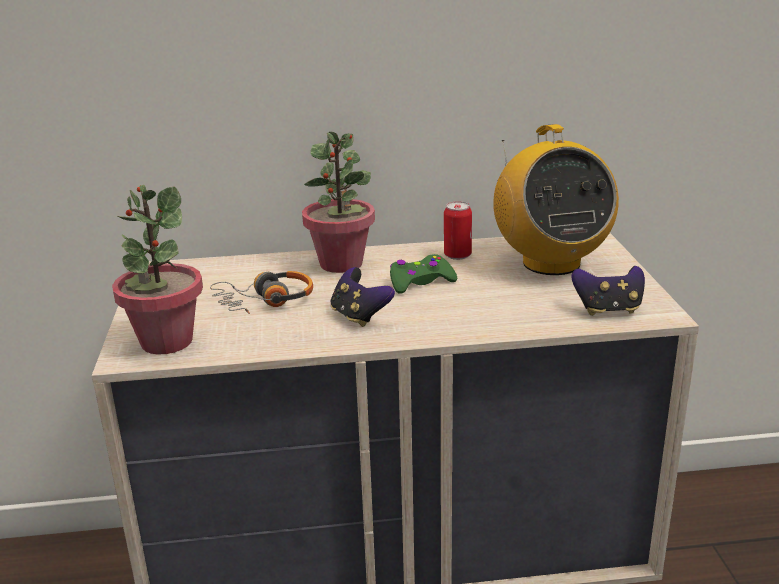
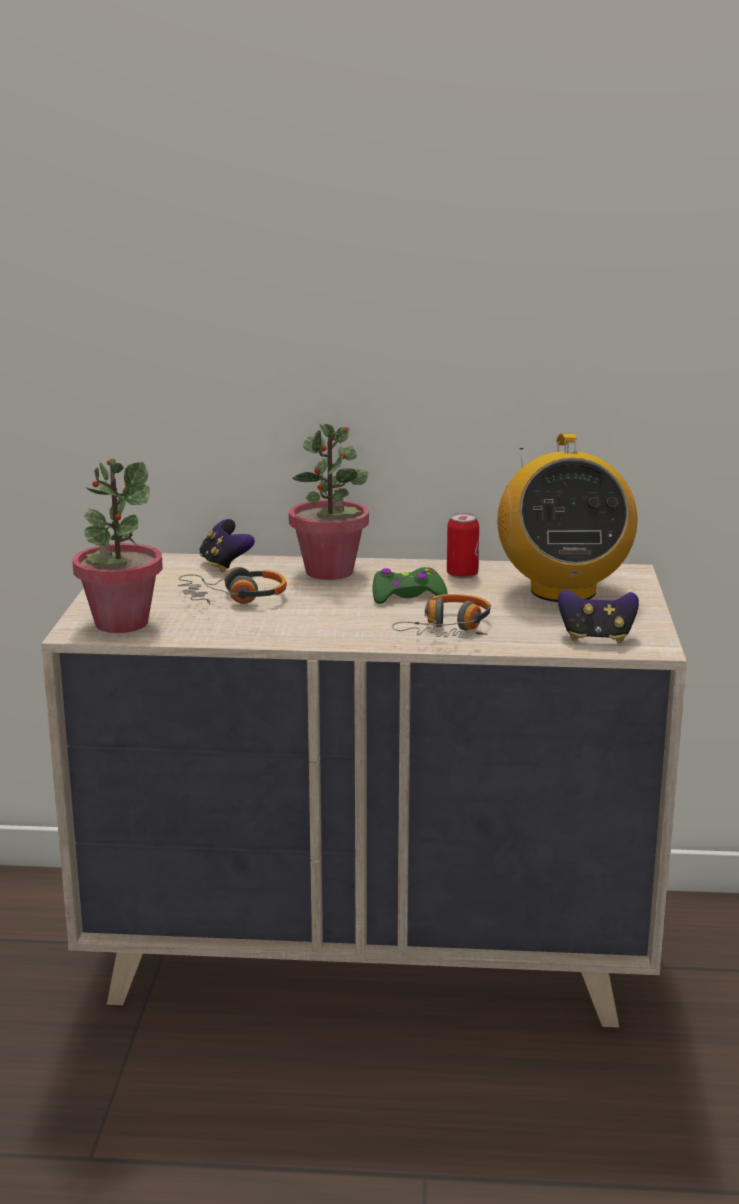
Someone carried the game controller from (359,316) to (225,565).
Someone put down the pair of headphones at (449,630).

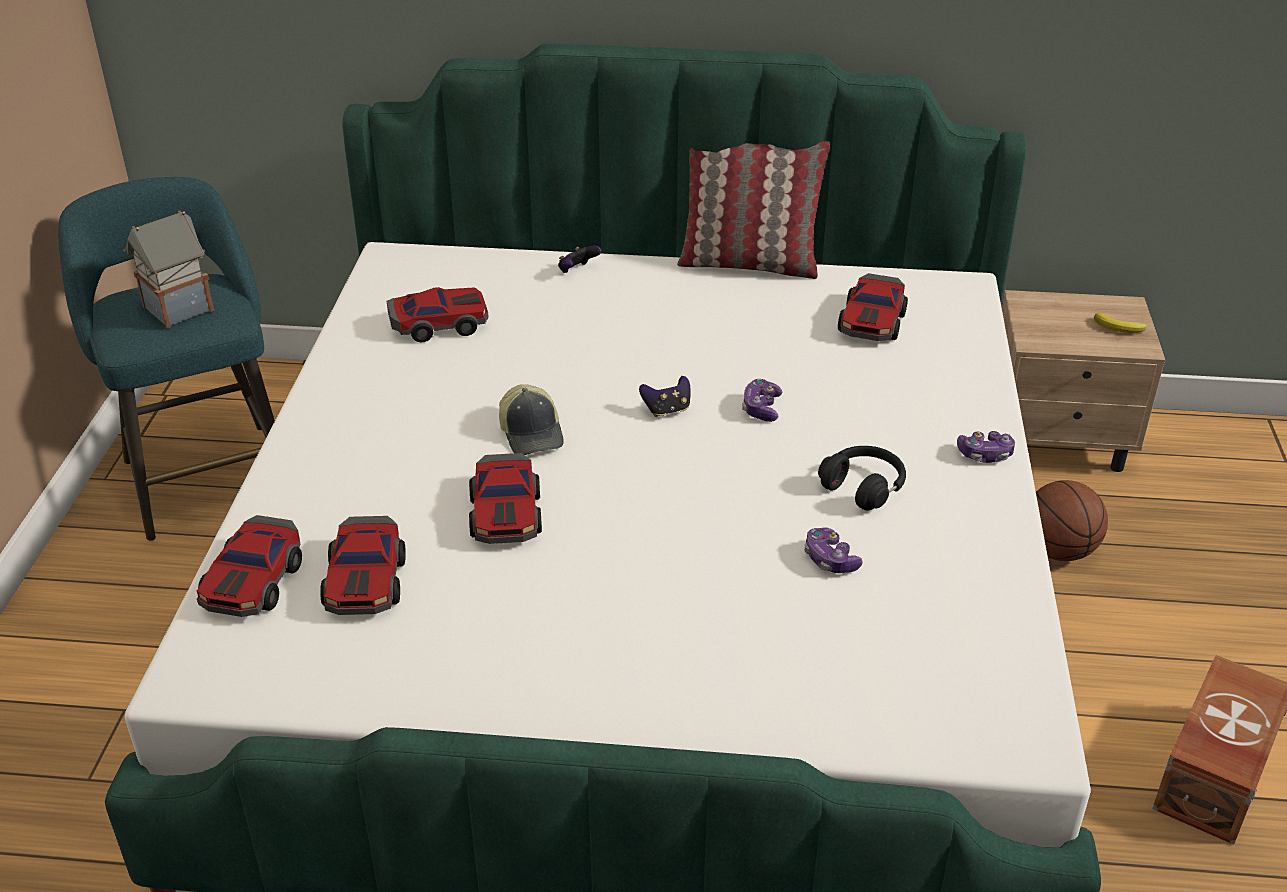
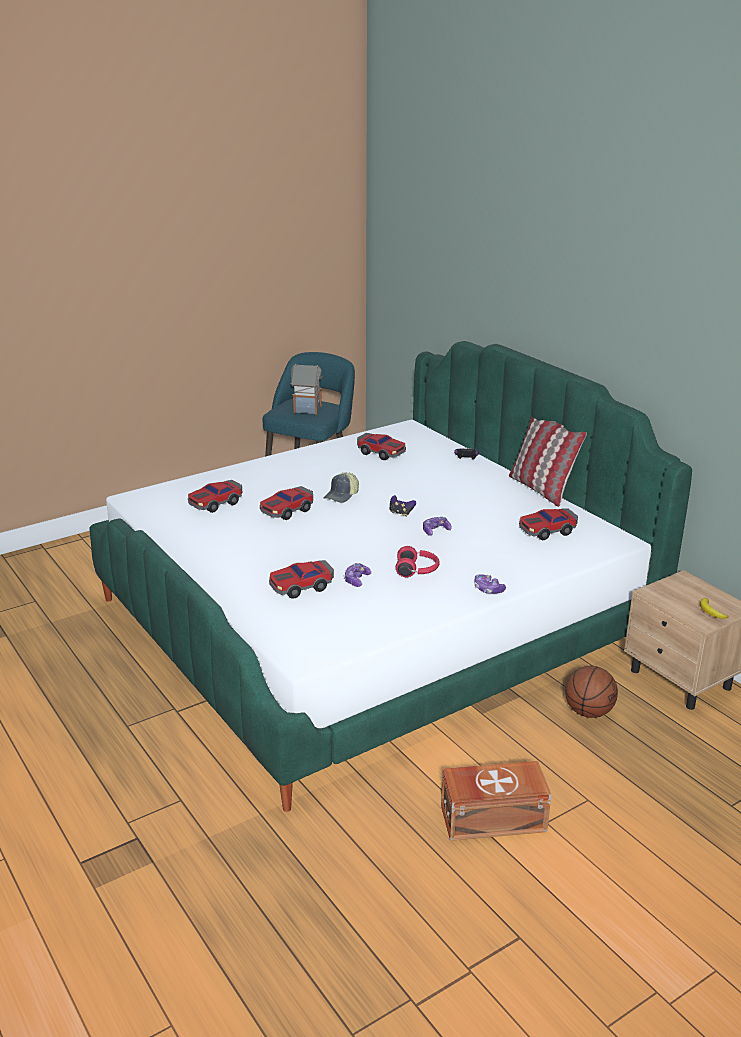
Someone carried the toy car from (254,582) to (301,586).
Someone repainted the black-coloured pair of headphones at (864,487), which became the red pair of headphones at (417,570).

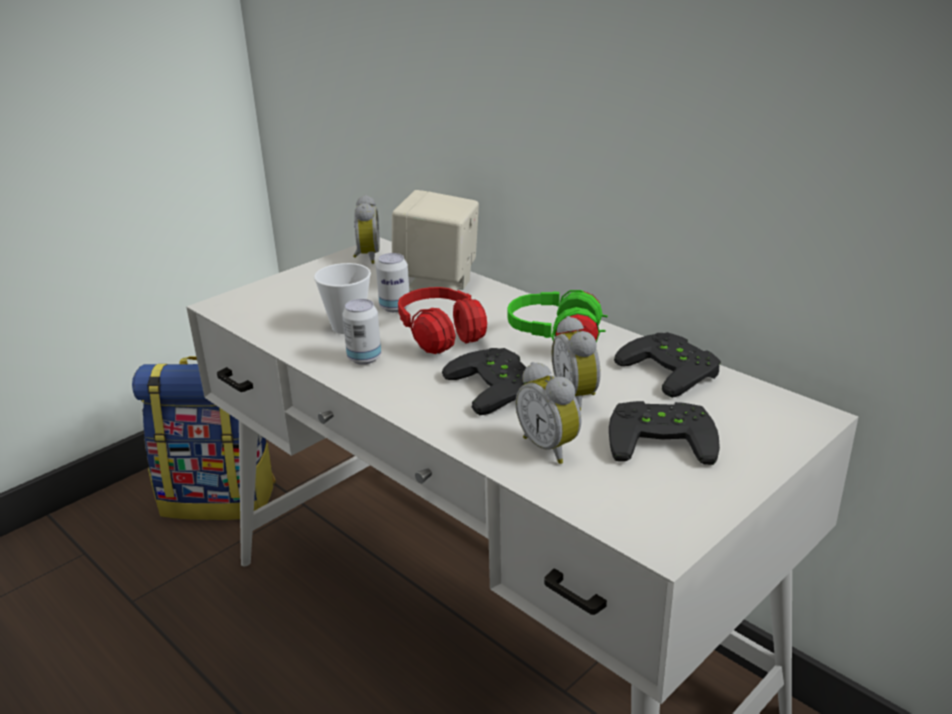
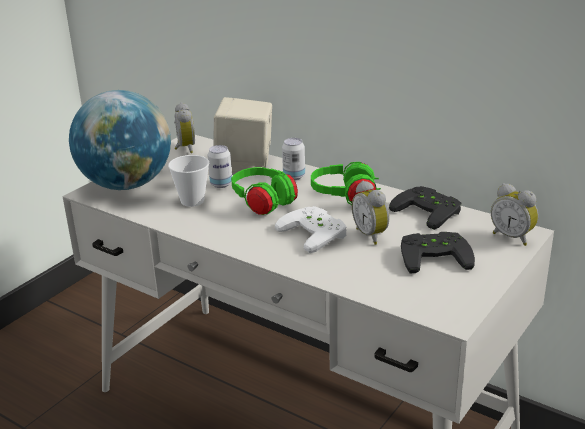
Someone took away the rucksack at (220,498).
Someone carried the sealed can from (364,358) to (294,176).
Someone repainted the red pair of headphones at (441,339), which became the greenish pair of headphones at (264,204).
Someone repainted the black-coloured game controller at (499,386), which became the white-coloured game controller at (316,233).
Someone carried the table clock from (550,447) to (513,237).
Someone put down the globe at (127,184).

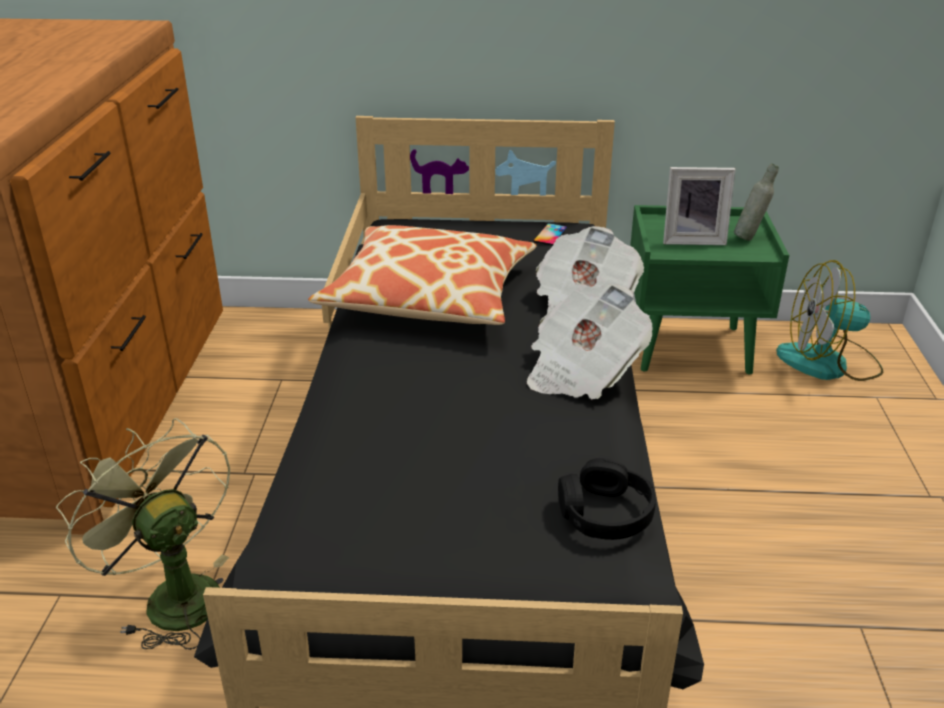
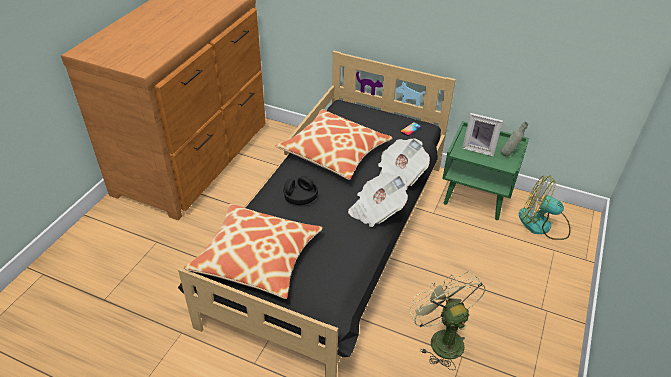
Someone carried the greenish cooling fan from (172,595) to (441,338).
Someone carried the black-coloured pair of headphones from (604,513) to (300,195).
Someone put down the throw pillow at (257,257).

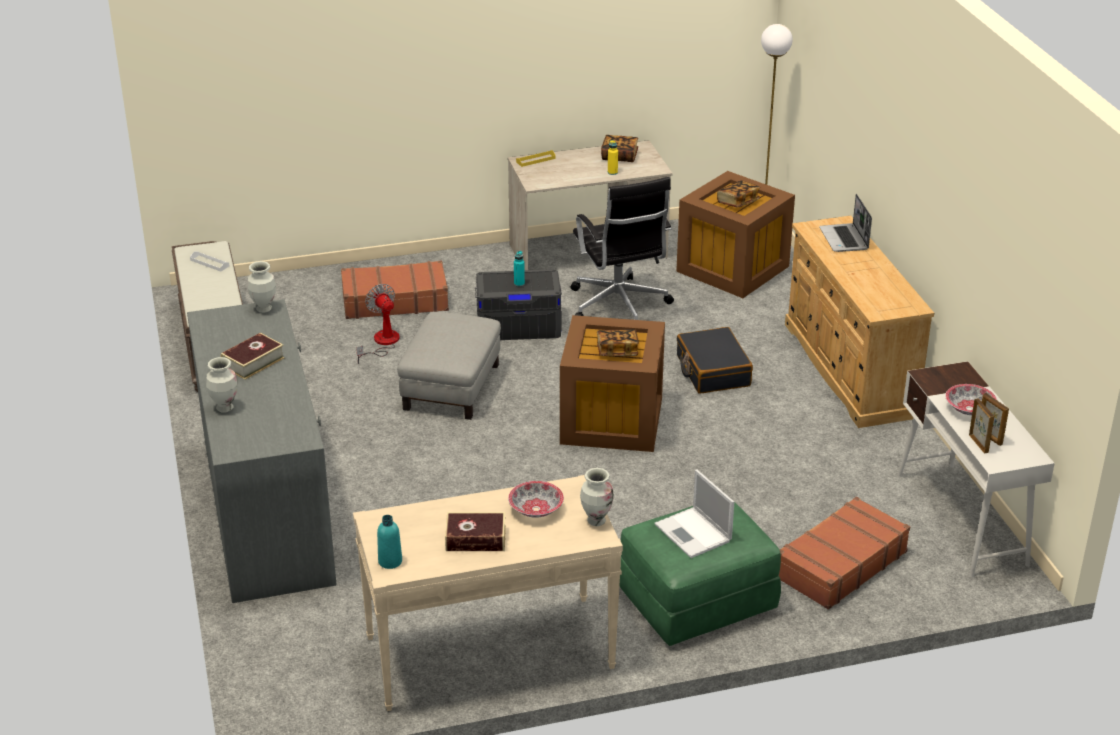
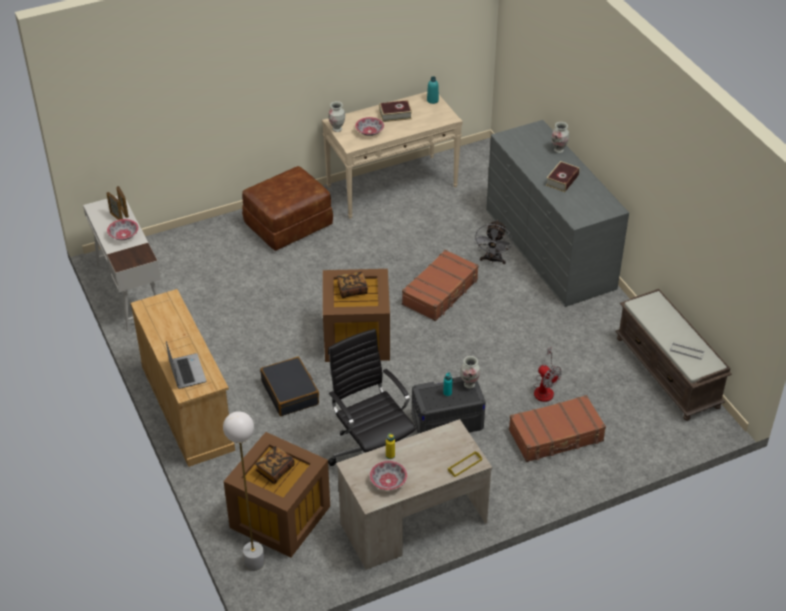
Someone carried the flower vase from (264,309) to (469,385).
Someone took away the grey ottoman at (451,386).
Someone swapped the book at (619,156) for the serving bowl at (388,481).
Someone repainted the greenish ottoman at (697,599), which became the brown-coloured ottoman at (288,225).
Someone took away the notebook computer at (694,533).
Someone carried the brown-coloured suitcase from (839,564) to (440,292).
Someone put down the grey cooling fan at (492,260).

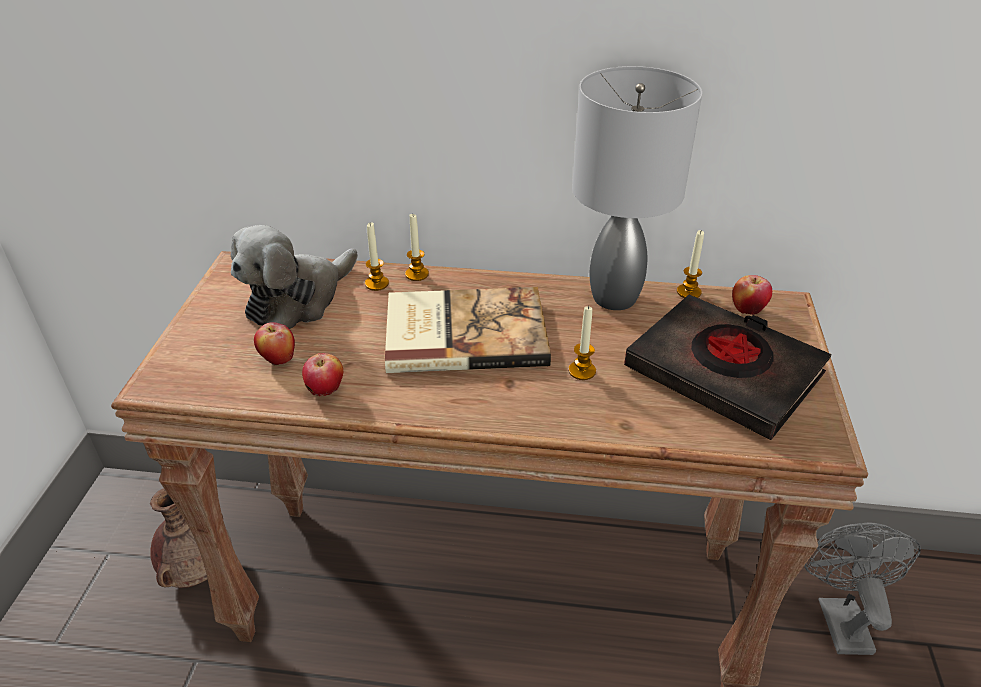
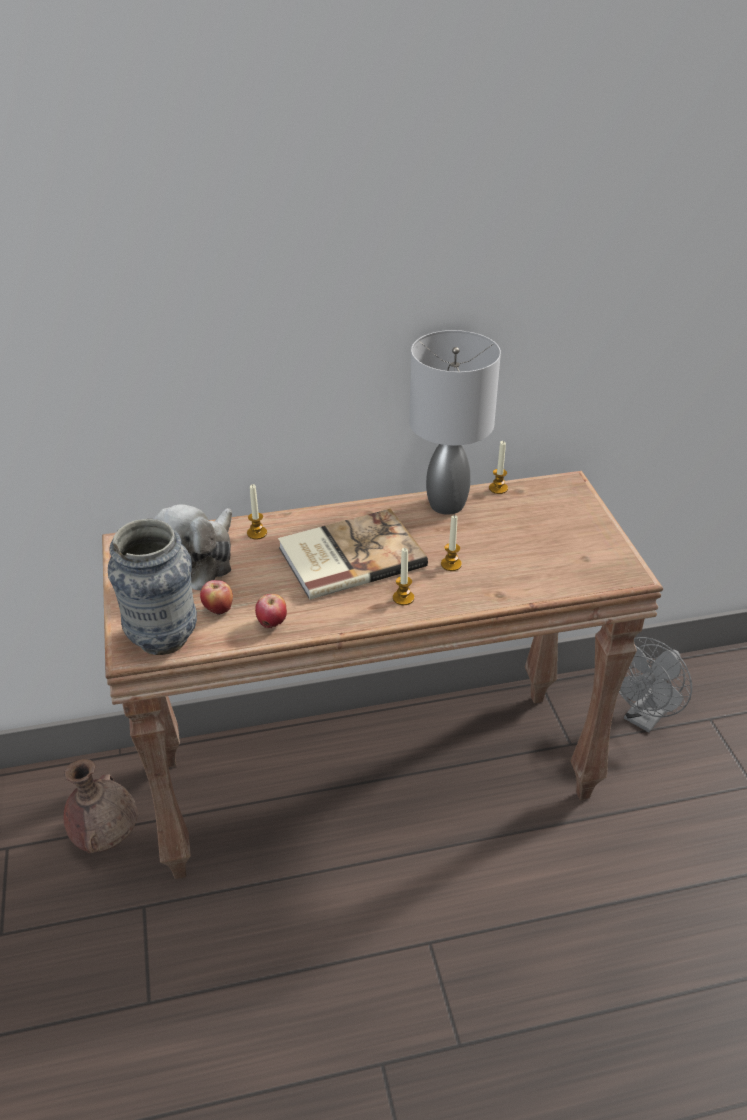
Someone carried the candle from (417,274) to (403,598).
Someone took away the black-coloured book at (724,372).
Someone took away the whole apple at (747,310).
Someone rotated the grey cooling fan at (840,617) by 120 degrees counterclockwise.
Someone put down the flower vase at (163,639).

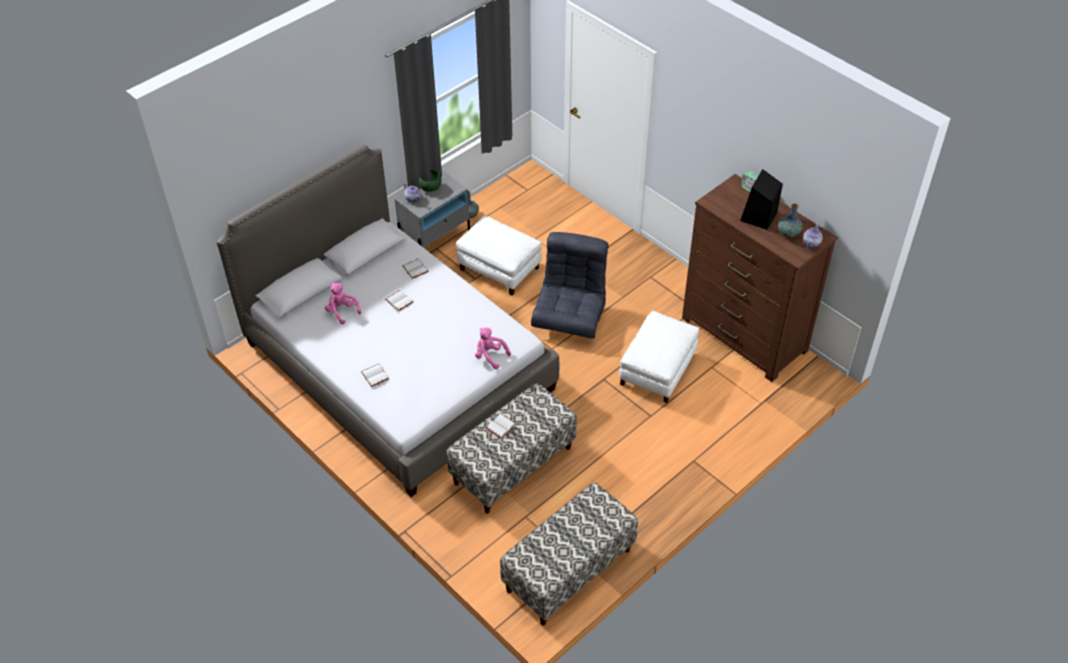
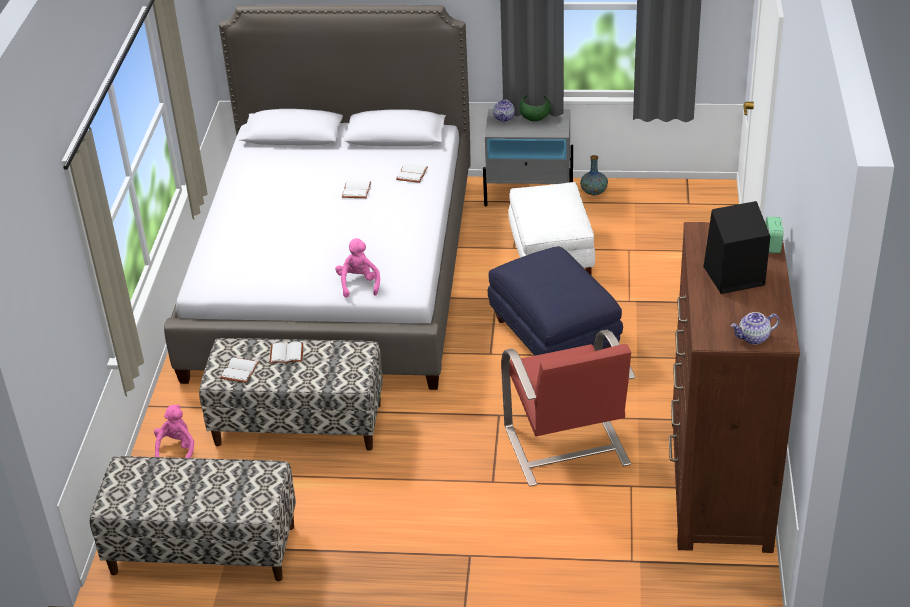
Someone carried the pink cuddly toy from (342,311) to (176,449).
Someone carried the white-coloured book from (374,376) to (239,370).
Someone swapped the grey lounge chair at (570,316) for the blue ottoman at (554,338).
Someone swapped the white-coloured ottoman at (657,370) for the red lounge chair at (567,447).
Someone took away the flower vase at (788,233).

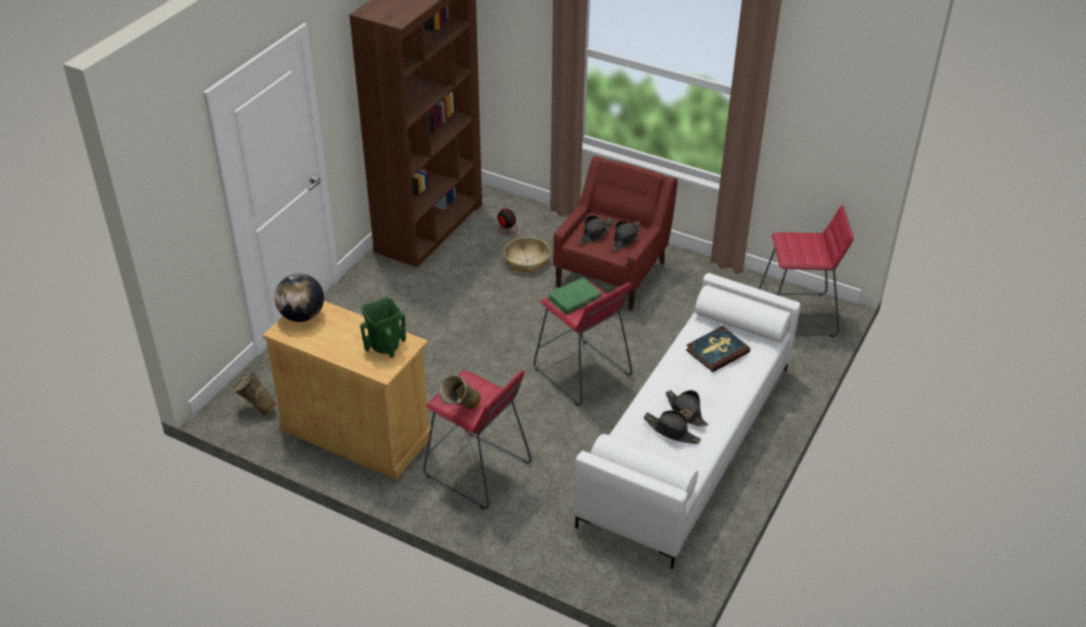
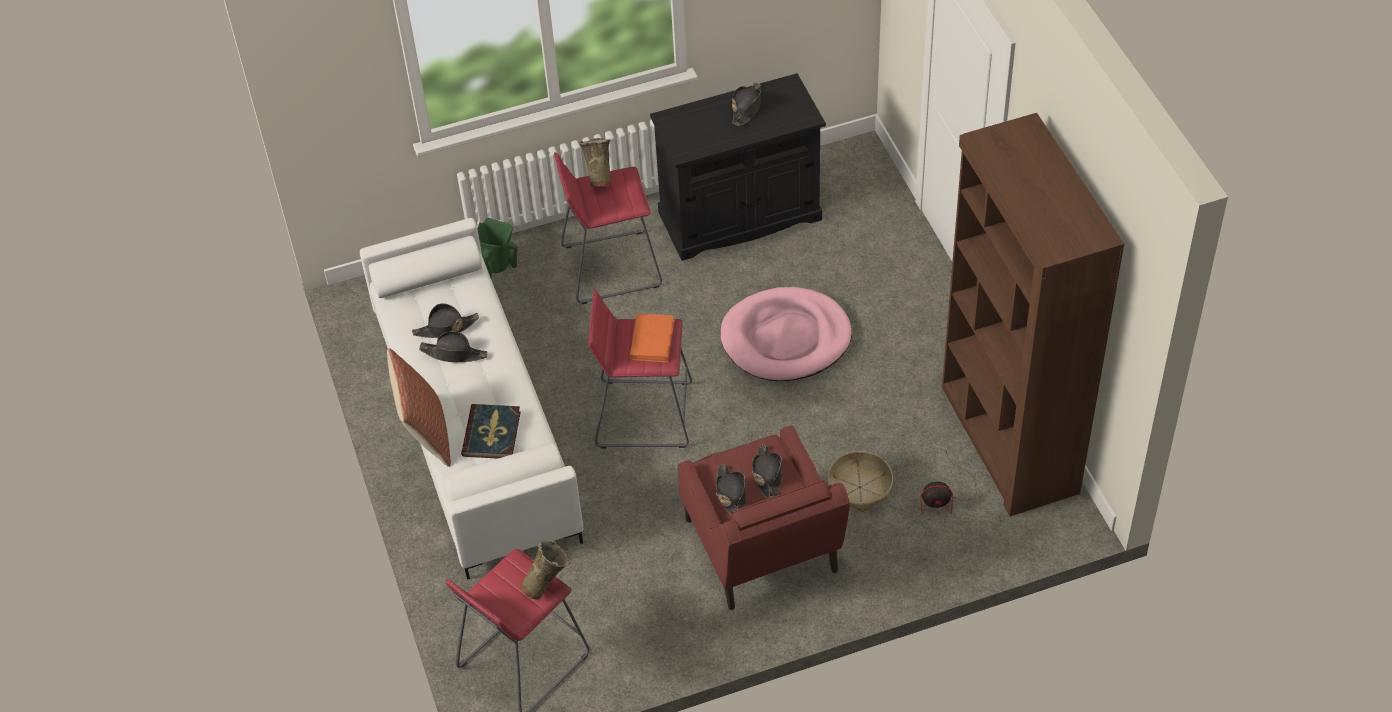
Someone carried the sand-coloured flower vase from (256,409) to (548,585).
Someone repainted the sand-coloured cabinet at (356,433), which became the black-coloured cabinet at (740,216).
Someone took away the globe at (302,316).
Someone carried the greenish flower vase from (385,345) to (497,264).
Someone repainted the greenish book at (574,298), which became the orange-coloured book at (652,340).
Someone put down the throw pillow at (425,434).
Someone put down the pink dog bed at (786,338).
Someone put down the black-coloured wearable hat at (747,107).

